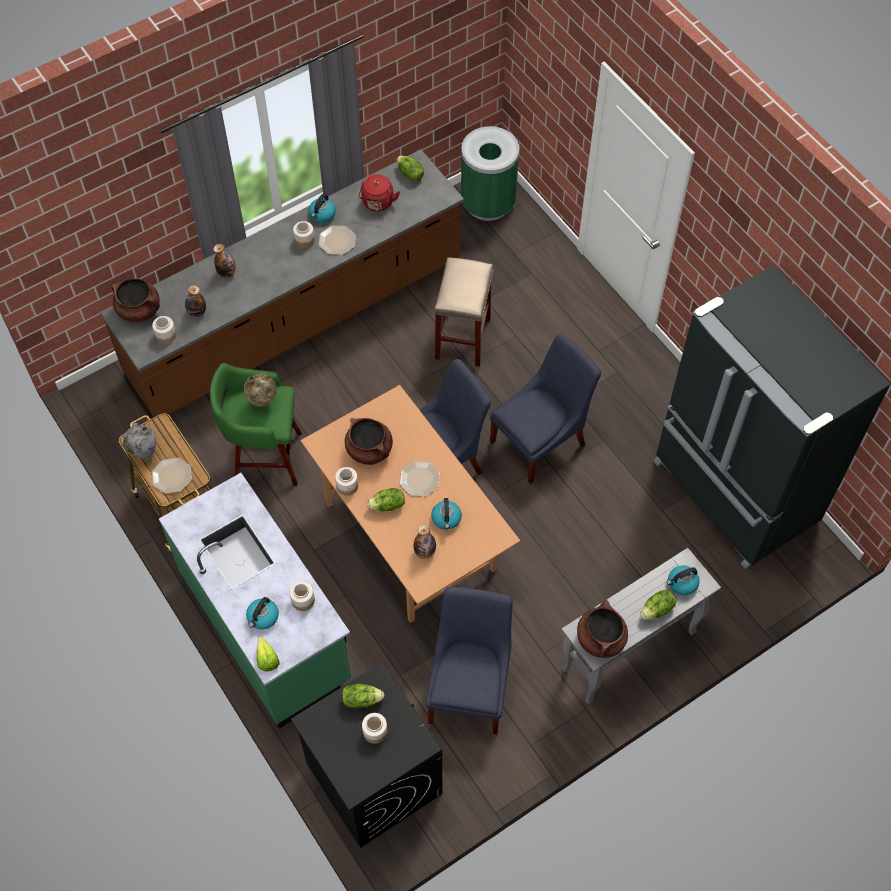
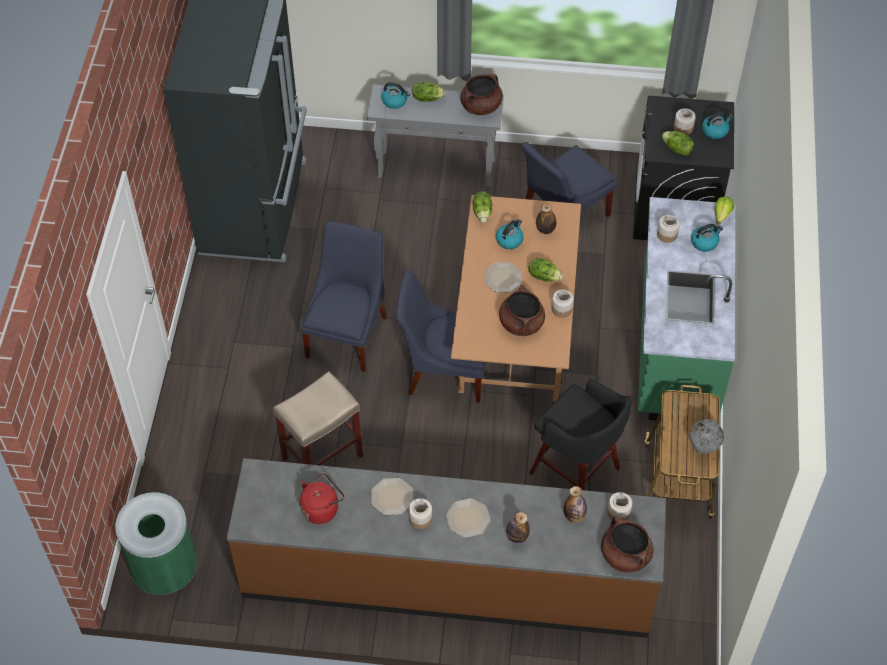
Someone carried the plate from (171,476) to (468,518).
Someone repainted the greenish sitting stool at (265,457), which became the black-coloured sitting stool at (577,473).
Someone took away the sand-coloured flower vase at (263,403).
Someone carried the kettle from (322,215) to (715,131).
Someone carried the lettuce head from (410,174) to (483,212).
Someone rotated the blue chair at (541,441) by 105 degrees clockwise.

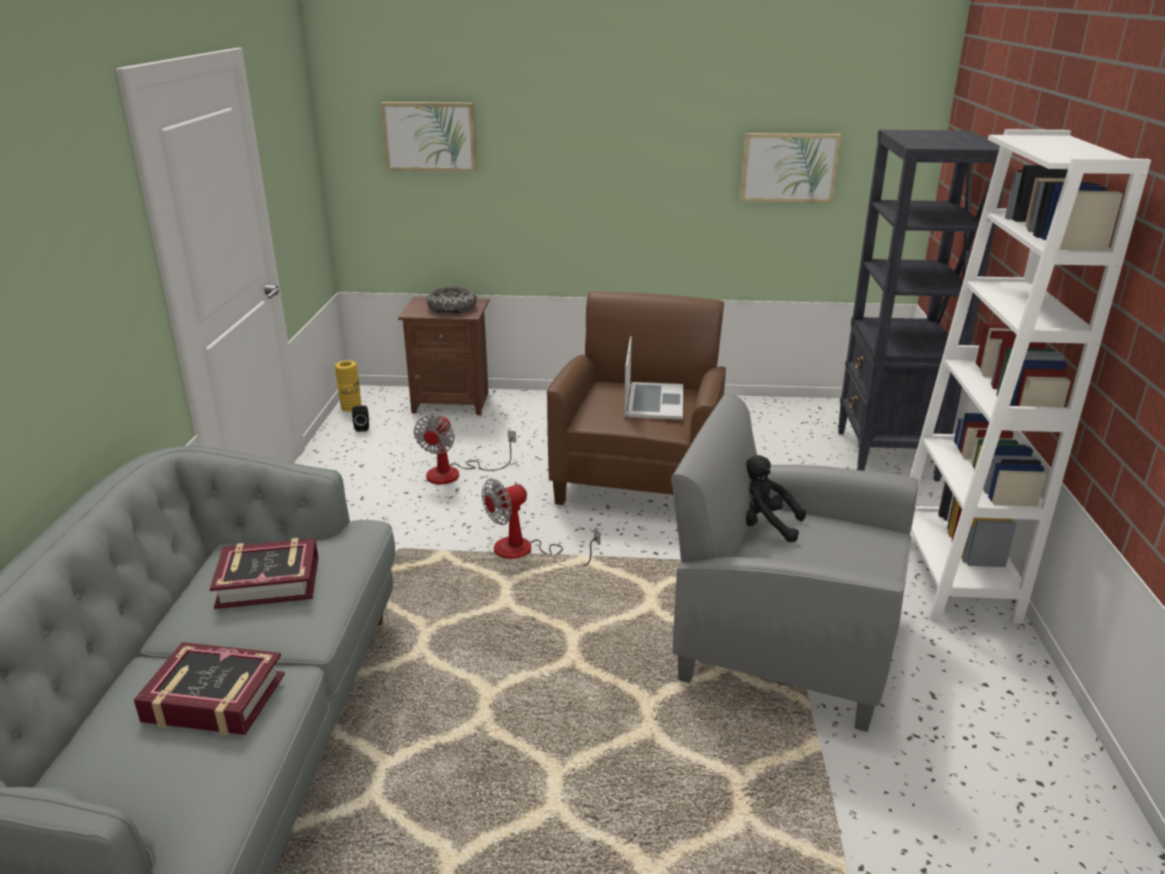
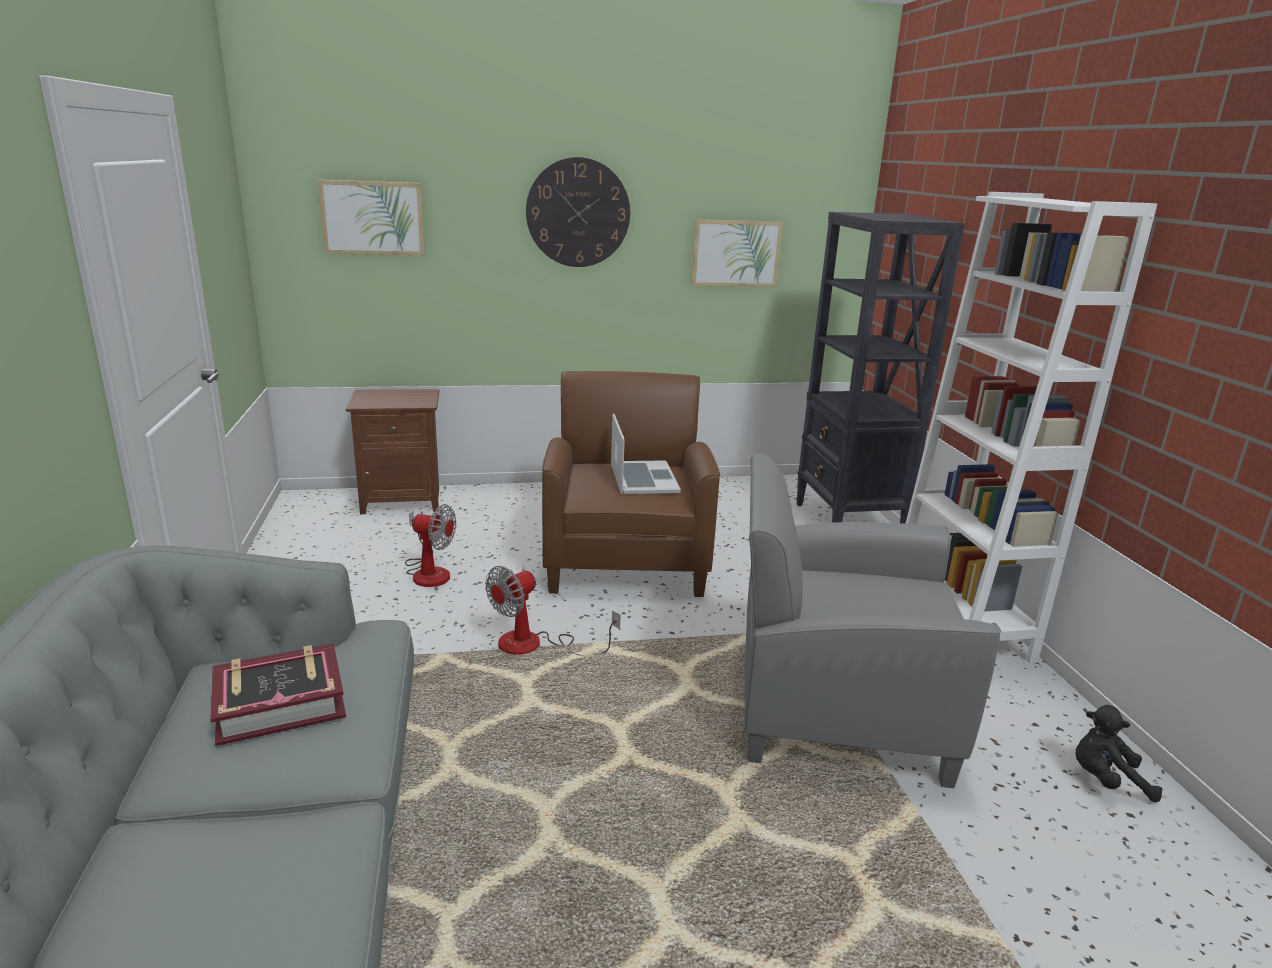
Someone took away the book at (214,699).
Someone took away the yellow flower vase at (351,407).
Someone took away the black-coloured audio speaker at (362,428).
Someone rotated the cooling fan at (455,473) by 75 degrees counterclockwise.
Someone took away the serving bowl at (452,308).
Someone carried the black-coloured cuddly toy from (764,525) to (1105,780).
Someone put up the hanging clock at (578,213).

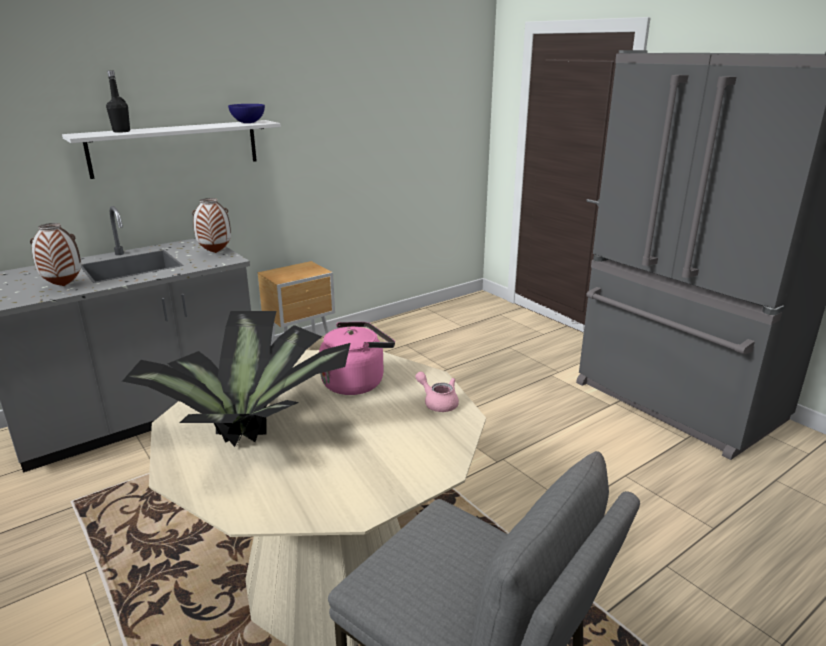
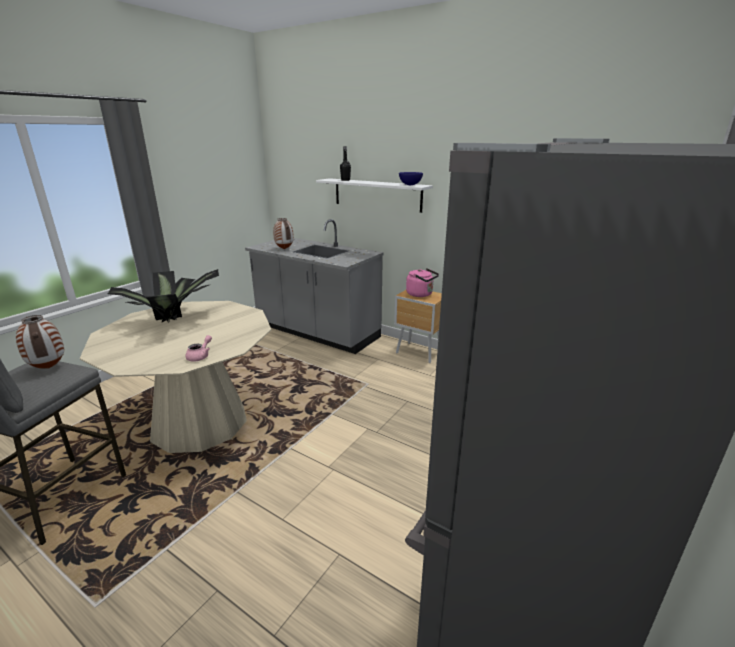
Someone carried the flower vase from (215,253) to (48,368).
Someone carried the pink kettle from (356,382) to (421,294).

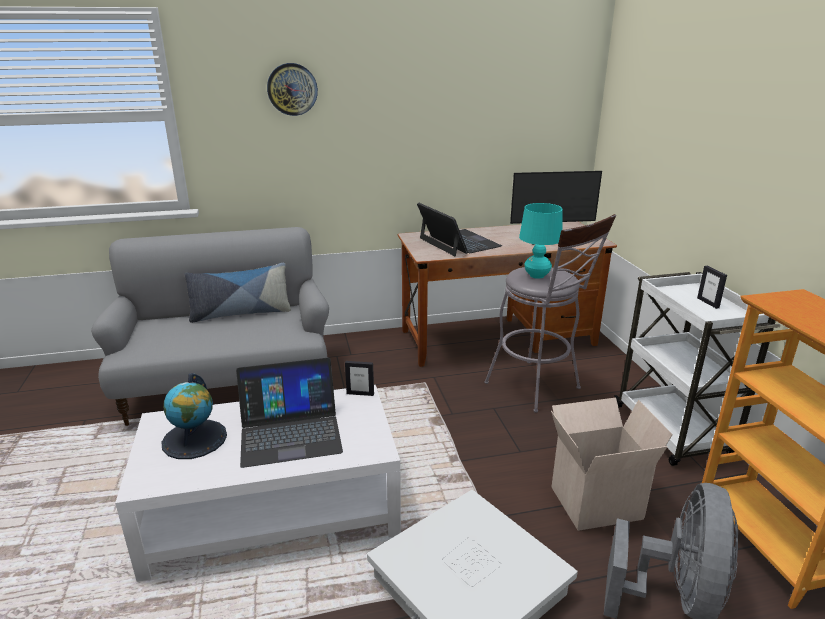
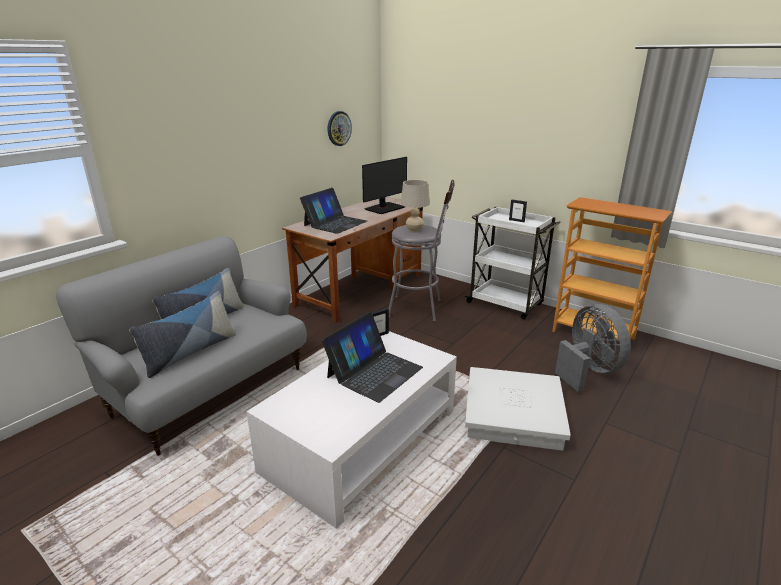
Someone took away the globe at (195,439).
Someone carried the hanging clock from (292,89) to (339,128).
Someone rotated the notebook computer at (458,242) by 105 degrees clockwise.
Someone repainted the turquoise-coloured tabletop lamp at (537,275), which became the sand-coloured tabletop lamp at (414,230).
Someone took away the carton at (596,501).
Someone put down the throw pillow at (190,352).

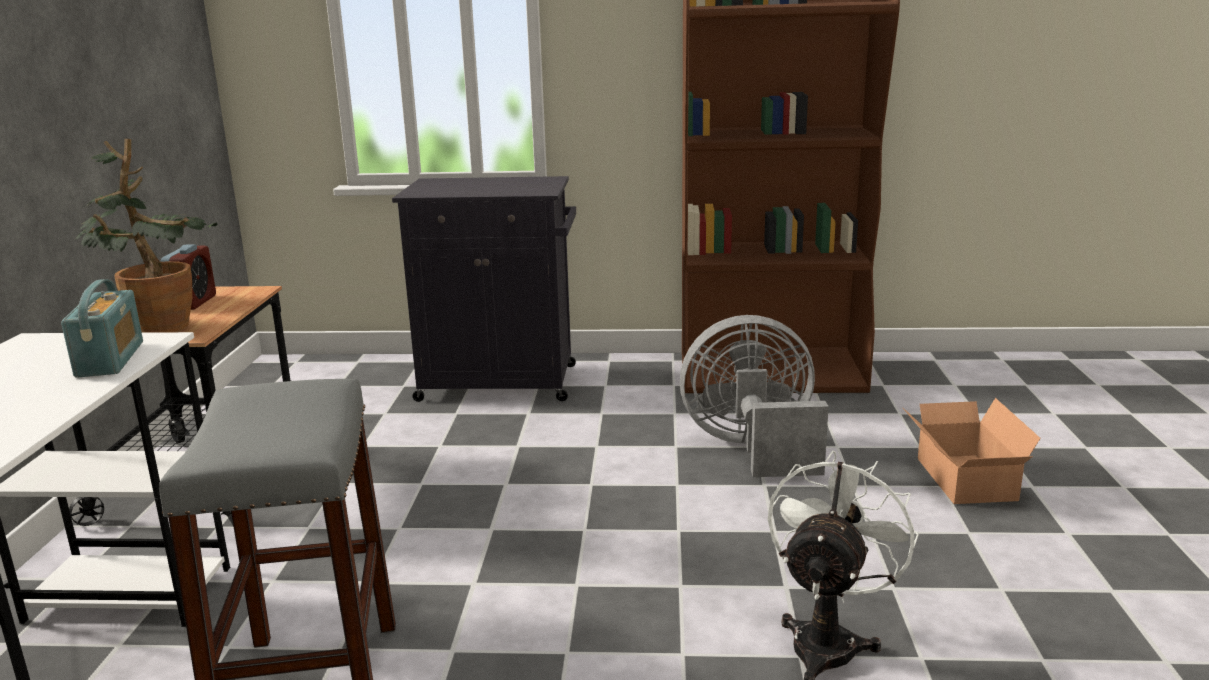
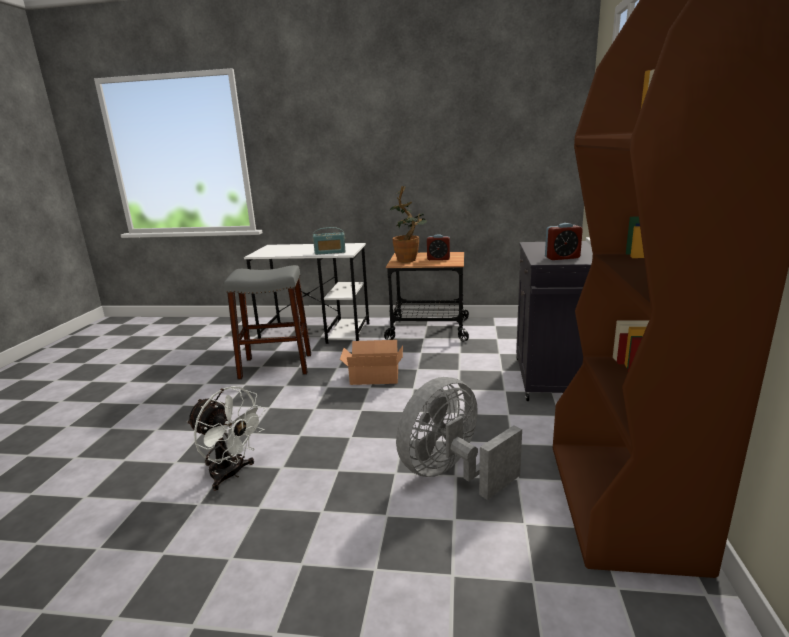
Someone rotated the grey cooling fan at (753,448) by 135 degrees counterclockwise.
Someone carried the carton from (962,480) to (373,376).
Someone put down the table clock at (562,258).

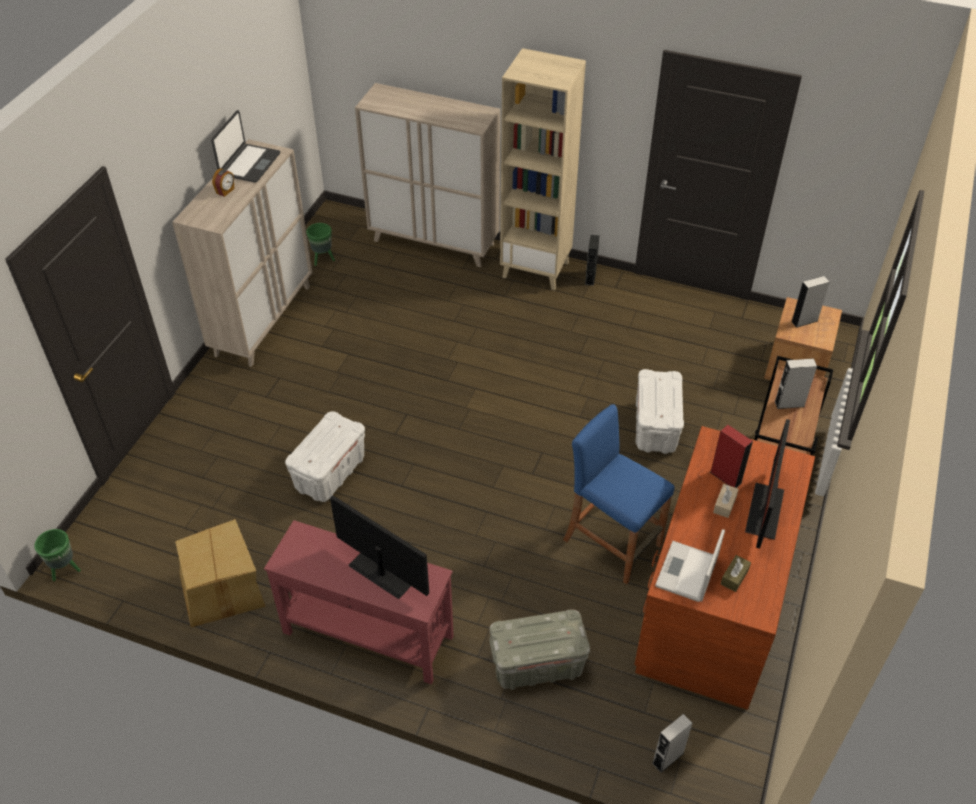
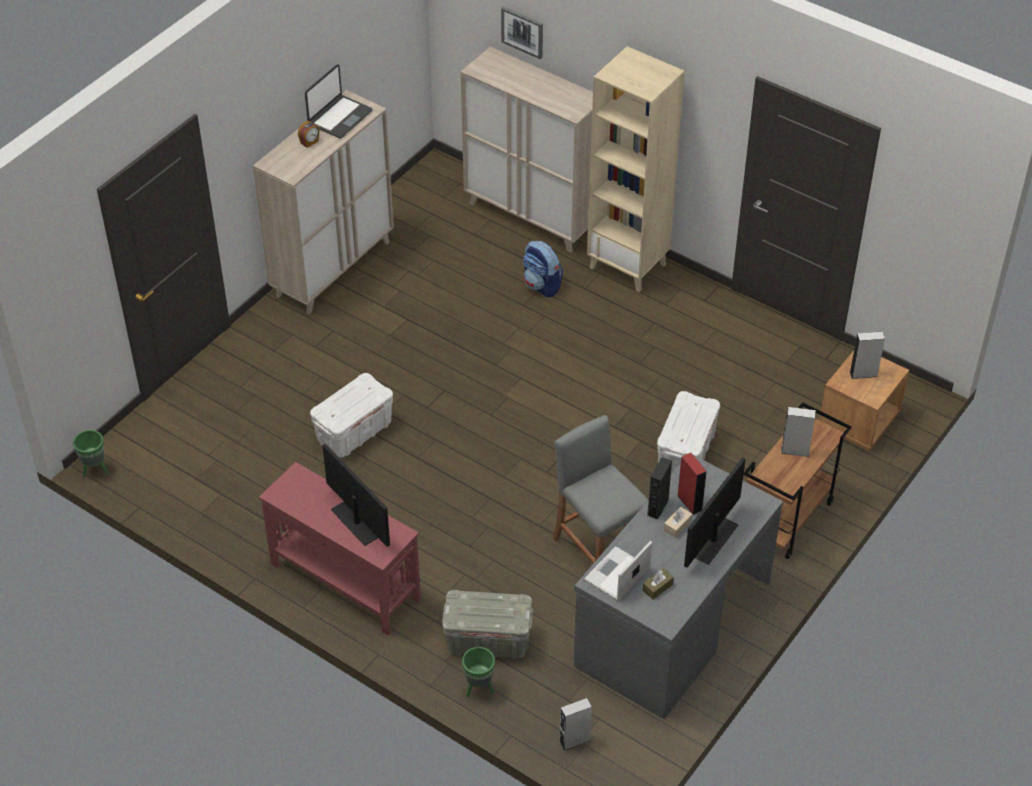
Someone took away the carton at (222,589).
Someone carried the greenish planter from (323,260) to (479,688).
Someone repainted the blue sitting stool at (612,543), which became the grey sitting stool at (598,551).
Someone carried the black-coloured audio speaker from (590,277) to (657,507).
Someone repainted the brown-coloured desk unit at (712,603), which became the grey desk unit at (671,624).
Someone put up the wall picture at (522,32).
Someone put down the rucksack at (542,285).

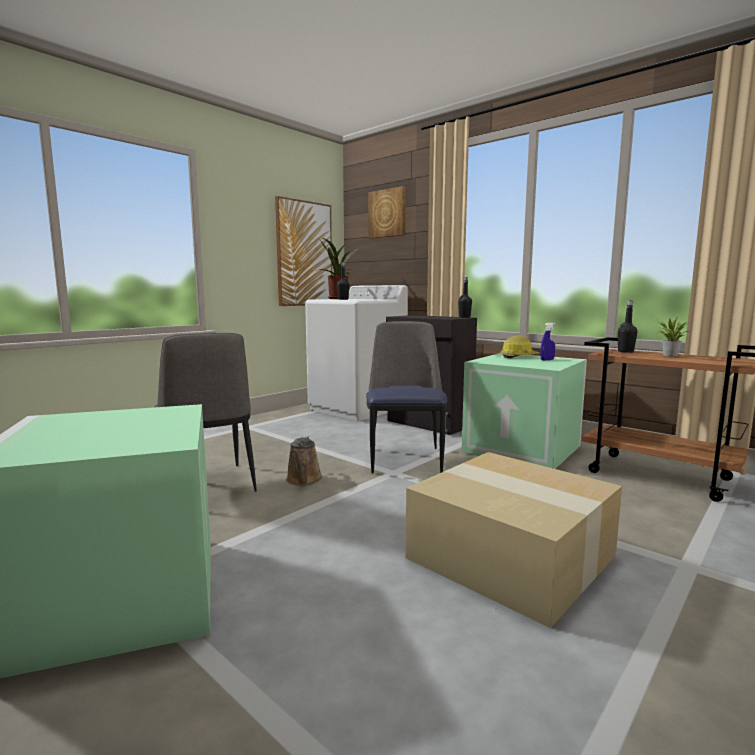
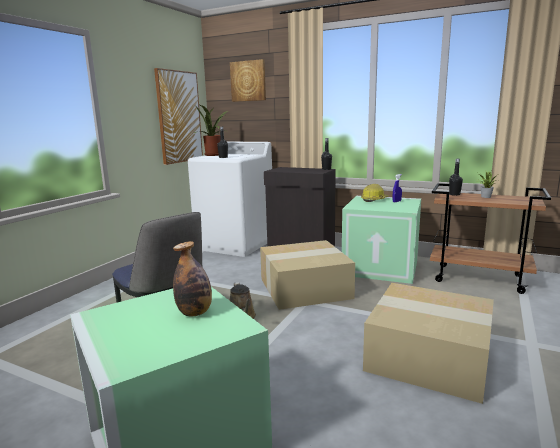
Someone swapped the chair at (405,459) for the carton at (305,287).
Someone put down the drink bottle at (195,313).

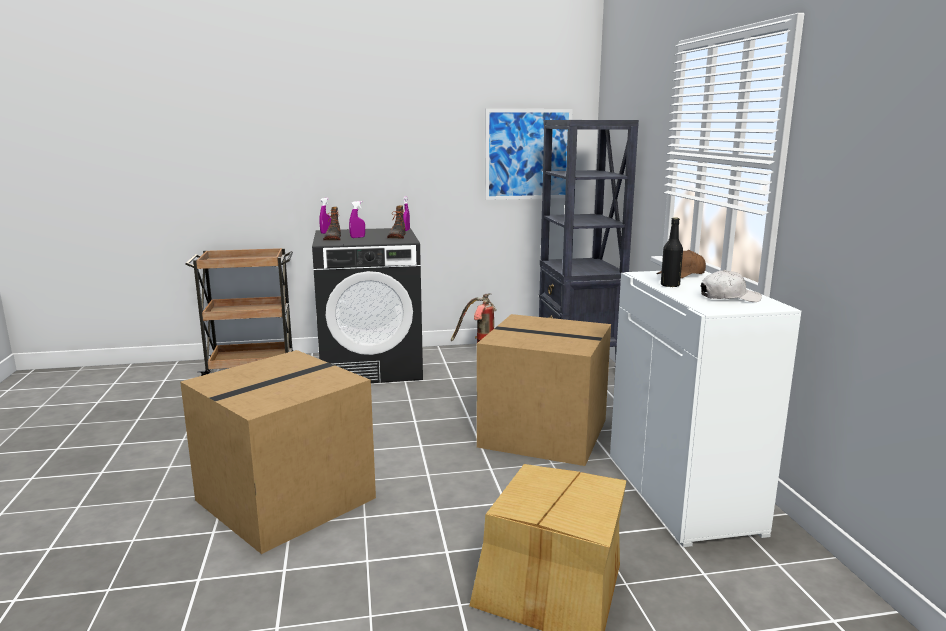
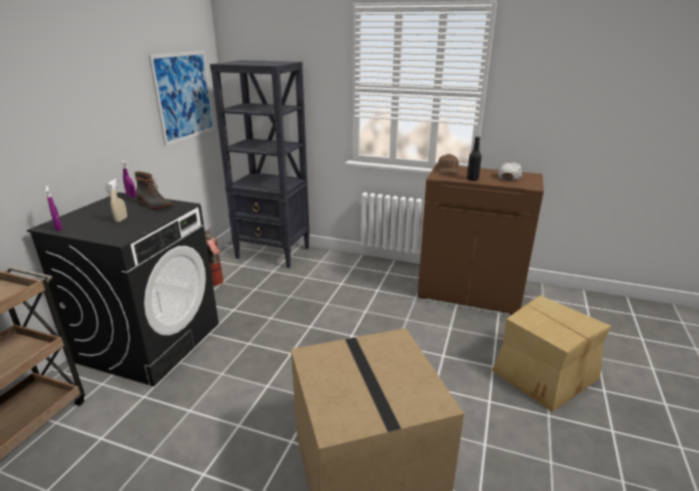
Someone took away the boot at (332,238).
Someone repainted the purplish hand sprayer at (357,237), which became the sand-coloured hand sprayer at (121,220).
Someone took away the carton at (546,432).
Someone repainted the white-coloured cabinet at (684,494), which became the brown-coloured cabinet at (470,293).

